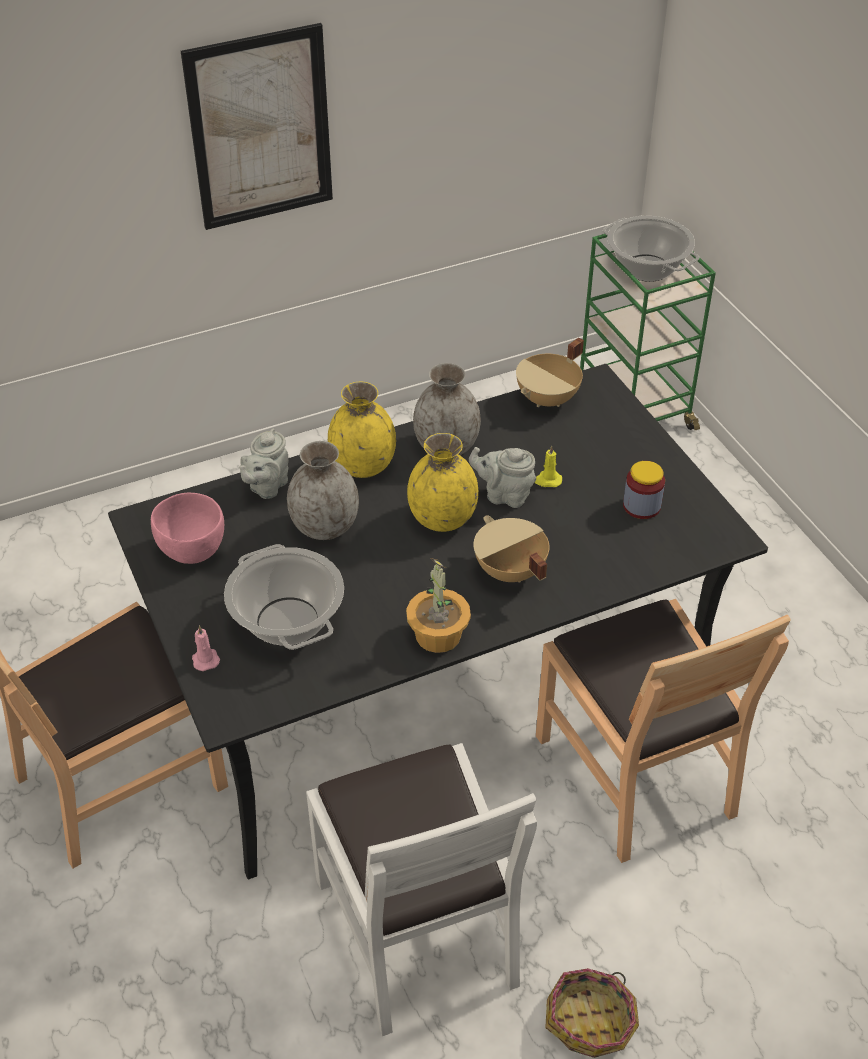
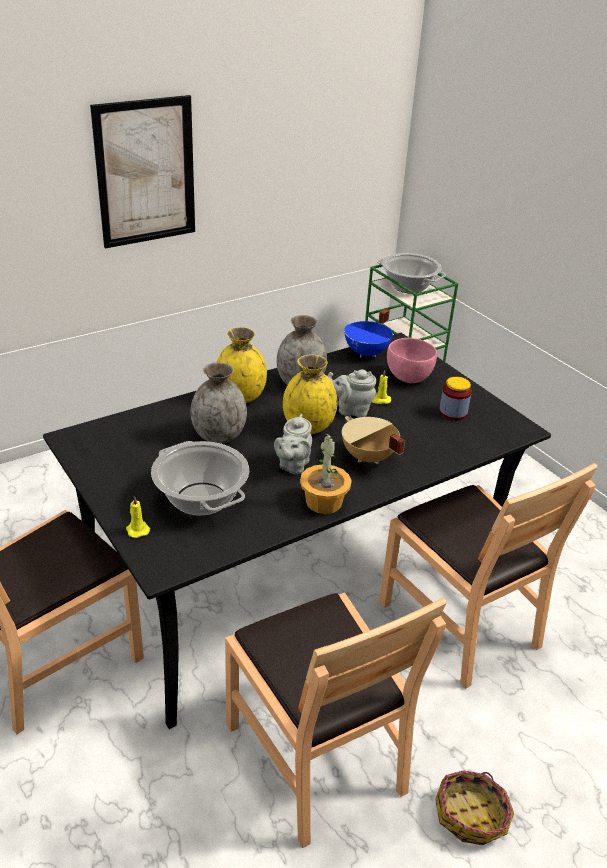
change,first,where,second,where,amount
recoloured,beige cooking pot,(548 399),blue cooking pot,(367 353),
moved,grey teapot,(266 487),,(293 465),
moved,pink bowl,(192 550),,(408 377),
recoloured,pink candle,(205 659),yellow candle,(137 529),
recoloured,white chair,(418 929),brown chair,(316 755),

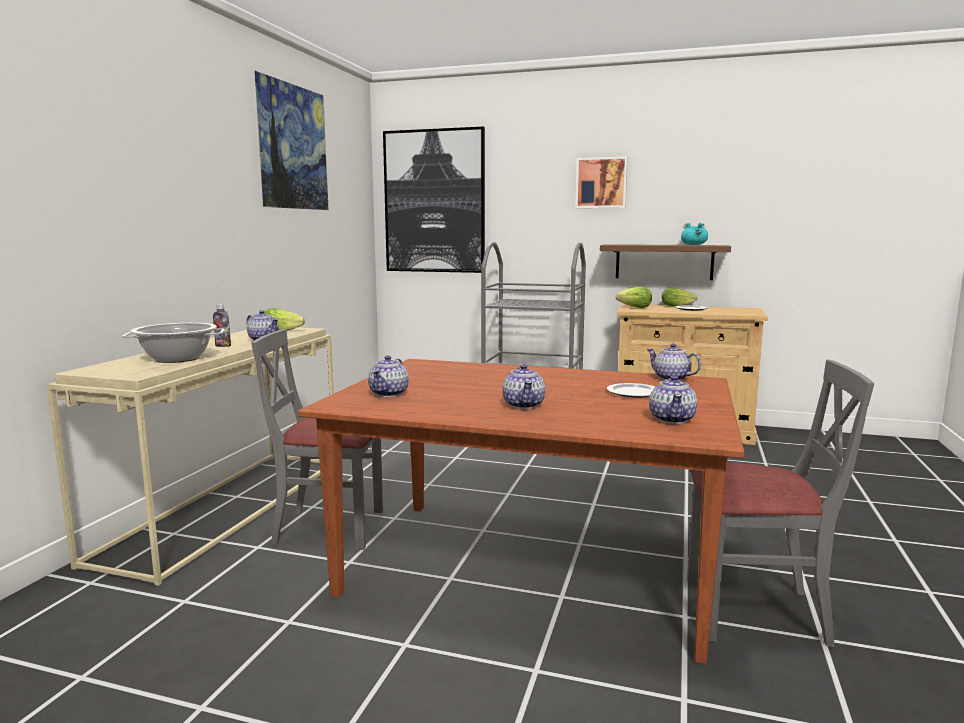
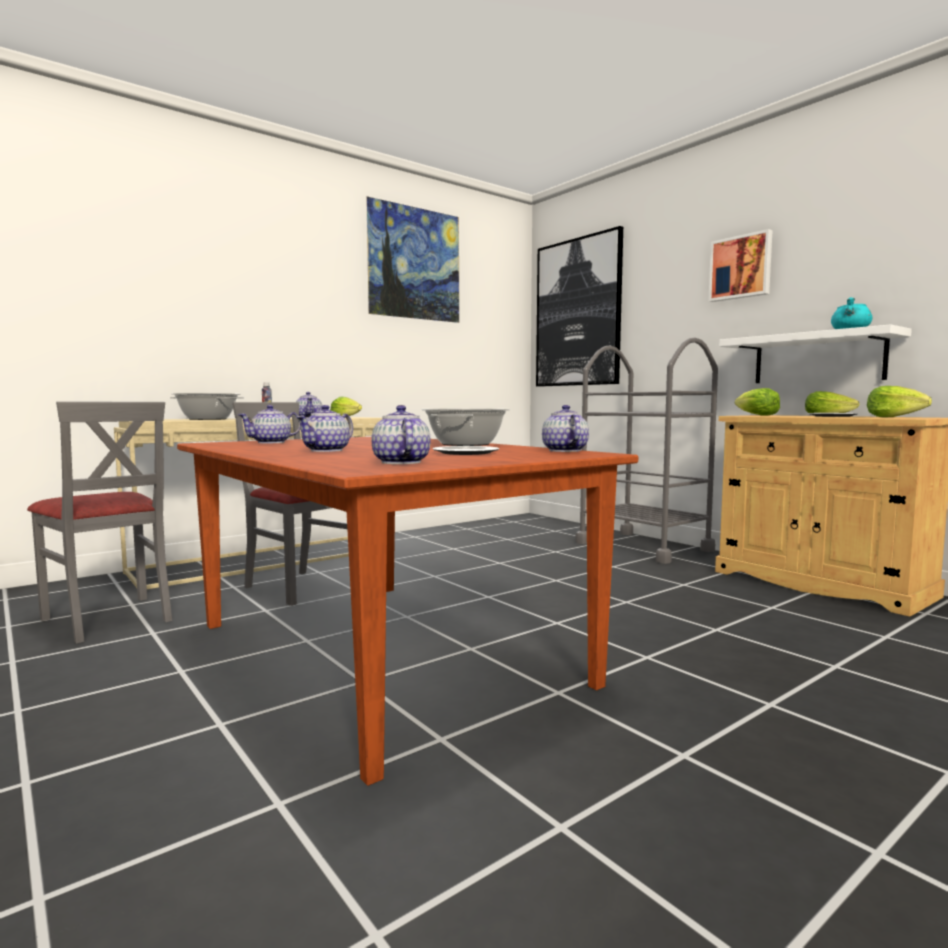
change,first,where,second,where,amount
recoloured,brown shelf,(664 262),white shelf,(817 358),
moved,grey chair,(754 612),,(109 618),
turned,teapot,(672 419),,(400 462),120 degrees clockwise
added,,,lettuce,(894 417),
added,,,cooking pot,(465 444),

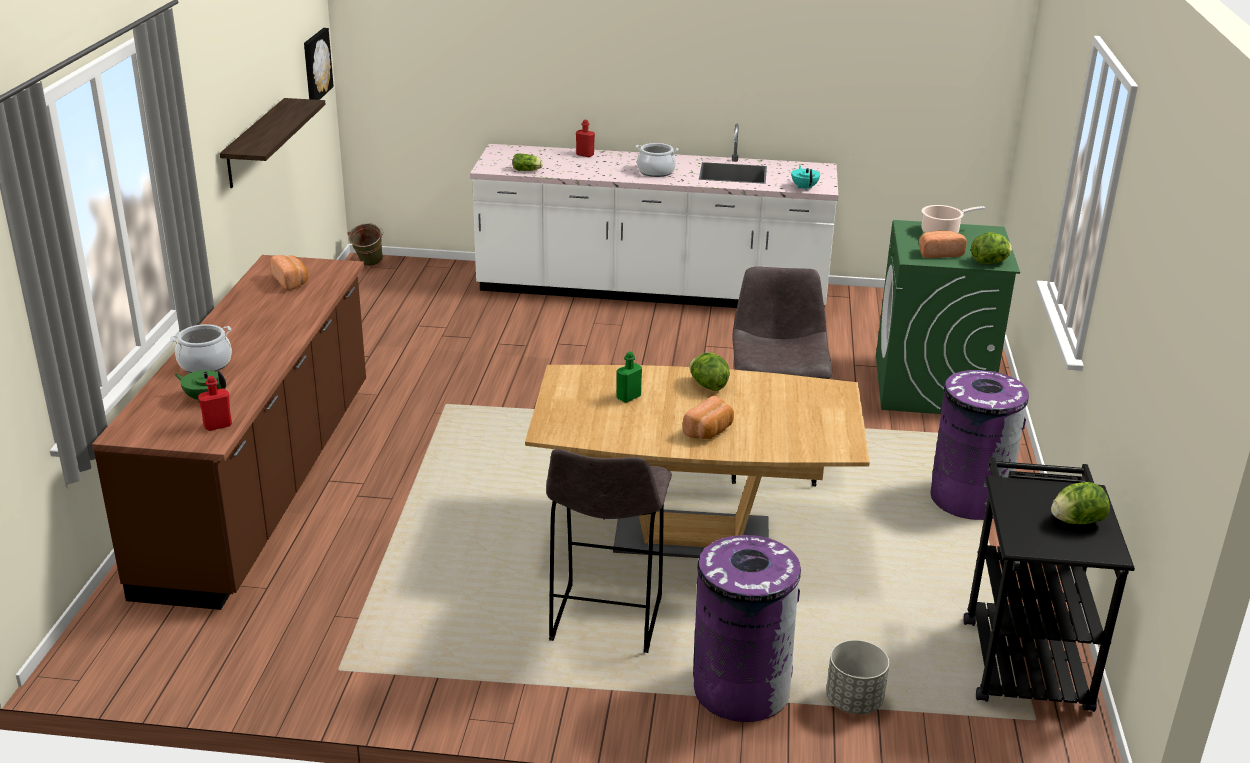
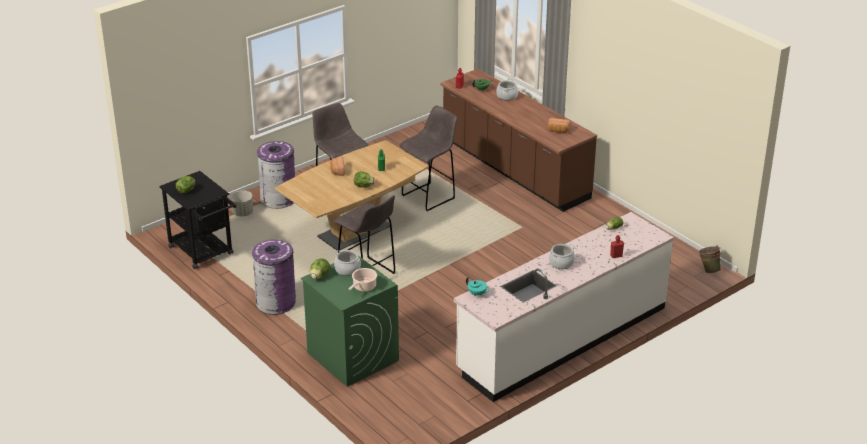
change,first,where,second,where,amount
removed,picture,(315 65),,,
removed,shelf,(255 143),,,
replaced,bread,(939 253),cooking pot,(347 270),
added,,,grey stool,(429 196),

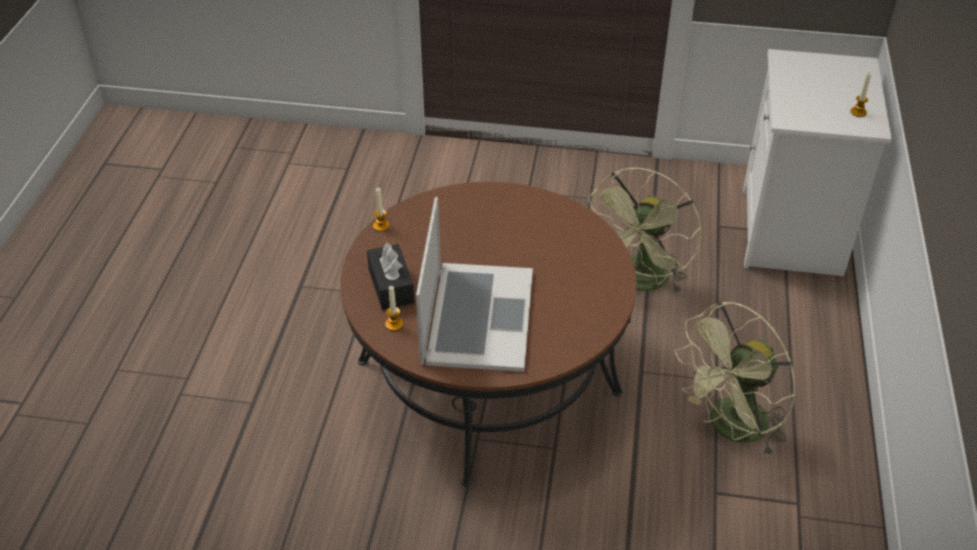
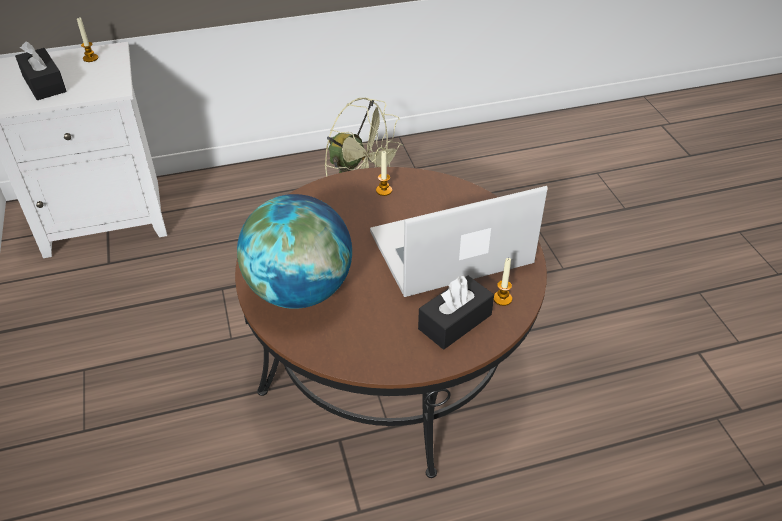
change,first,where,second,where,amount
removed,green fan,(640 283),,,
moved,candle,(381 226),,(384 190),
added,,,black tissue box,(44 84),
added,,,globe,(300 291),

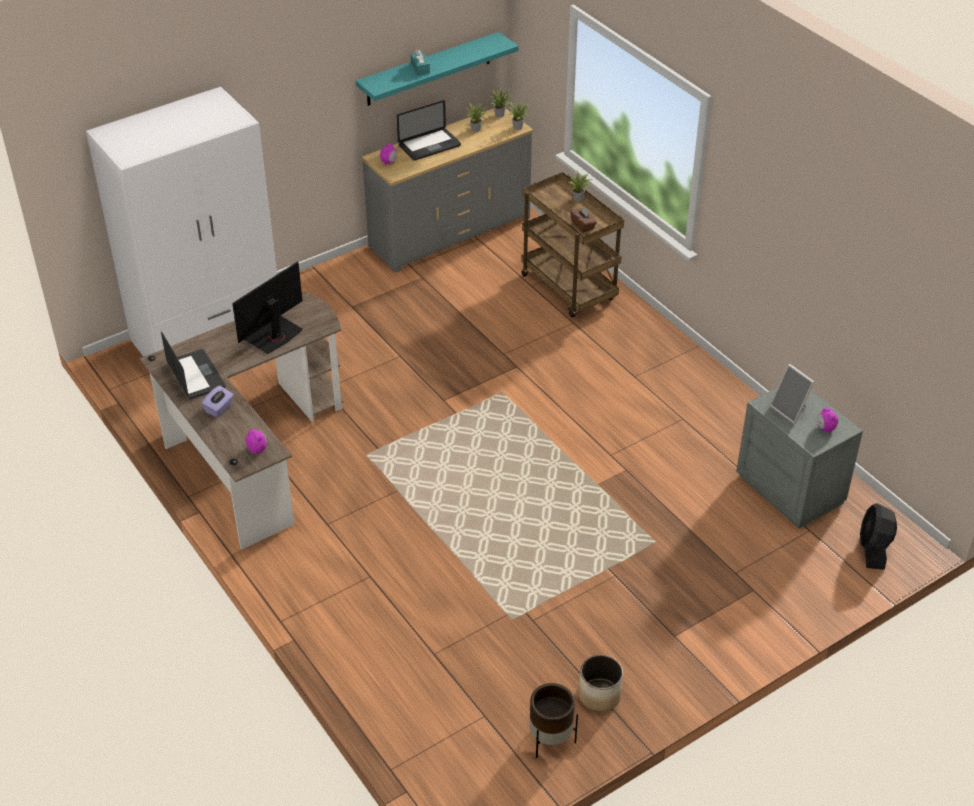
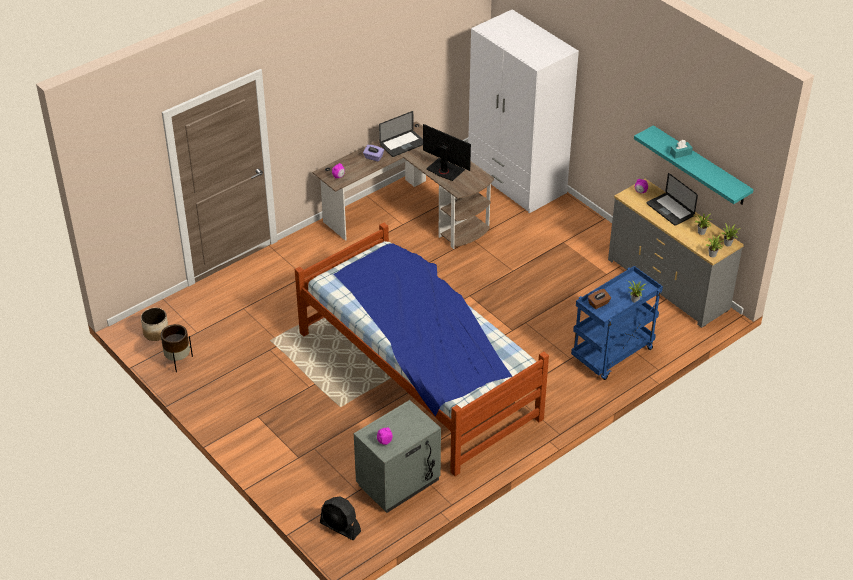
change,first,where,second,where,amount
recoloured,brown cart,(570 289),blue cart,(612 355),
removed,picture frame,(790 410),,,
turned,black fan,(873 549),,(340 527),150 degrees counterclockwise
moved,planter,(599 695),,(156 333),
added,,,bed,(419 374),

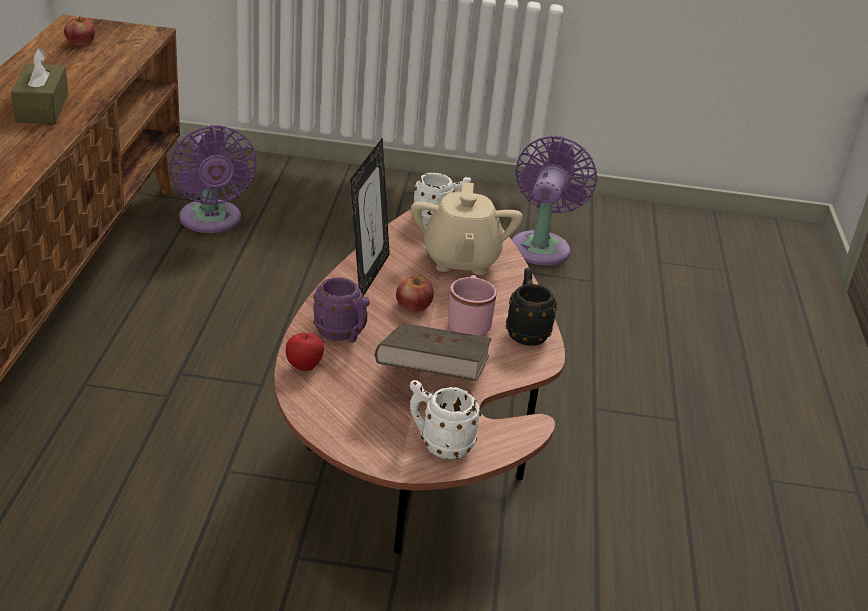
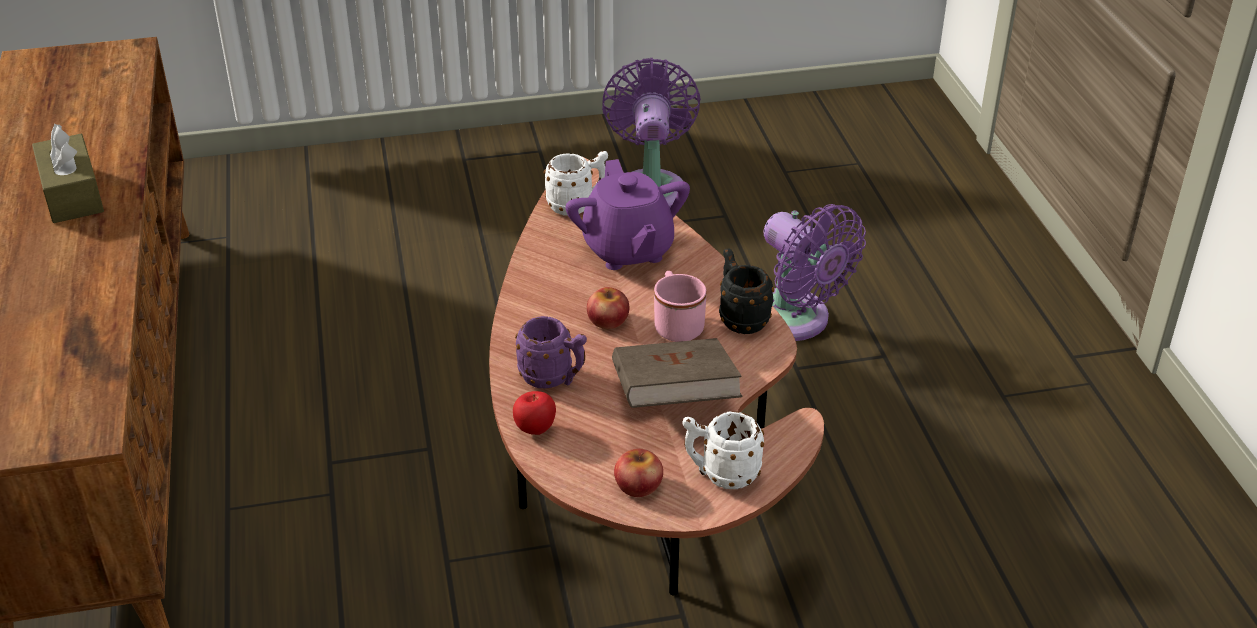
change,first,where,second,where,amount
moved,apple,(80 42),,(638 485),
moved,purple fan,(211 221),,(795 321),
removed,picture frame,(367 275),,,
recoloured,beige teapot,(460 260),purple teapot,(628 250),

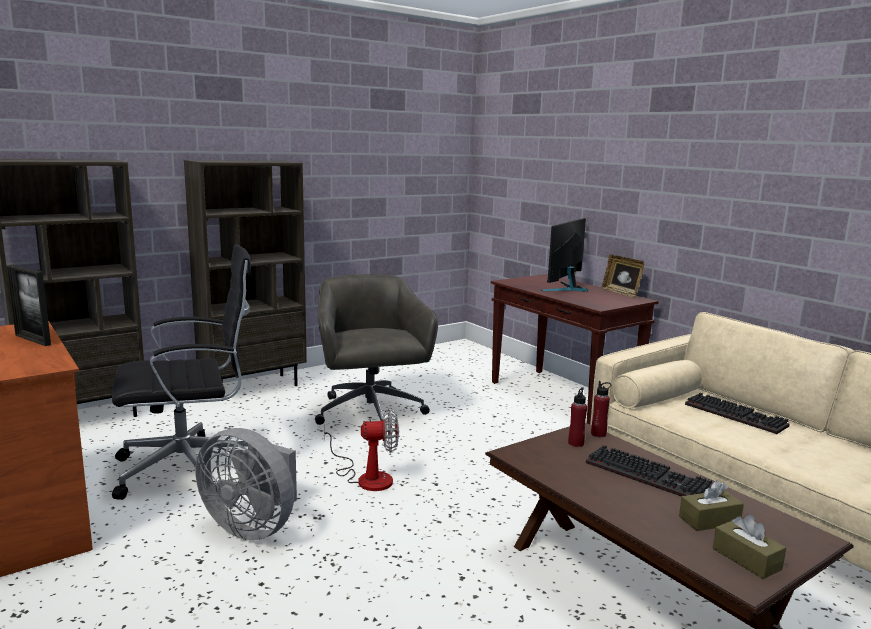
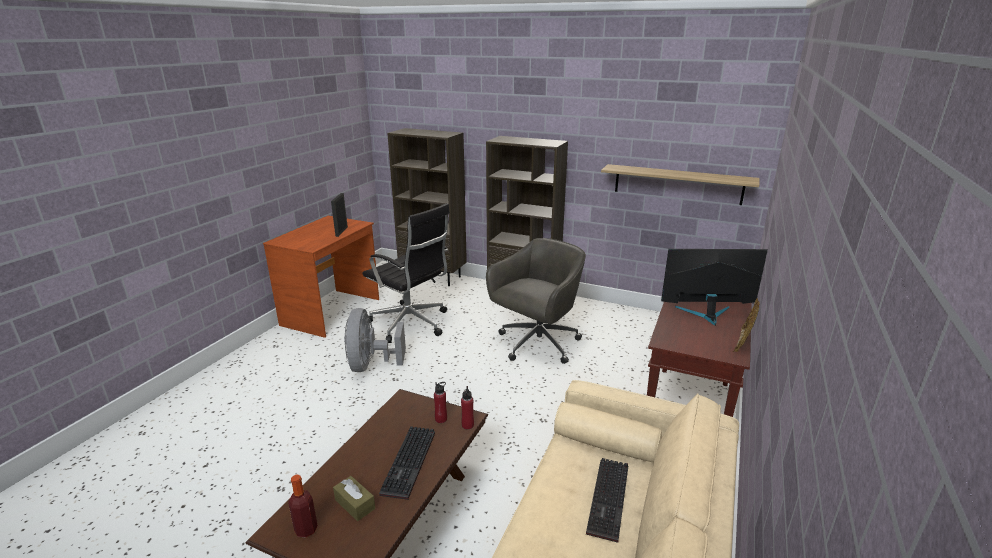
change,first,where,second,where,amount
removed,fan,(366 477),,,
replaced,brown tissue box,(746 559),bottle,(306 529),
added,,,shelf,(677 184),

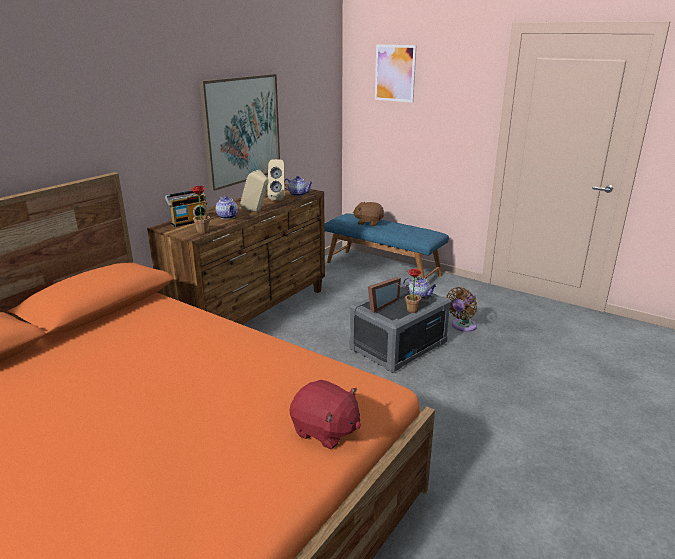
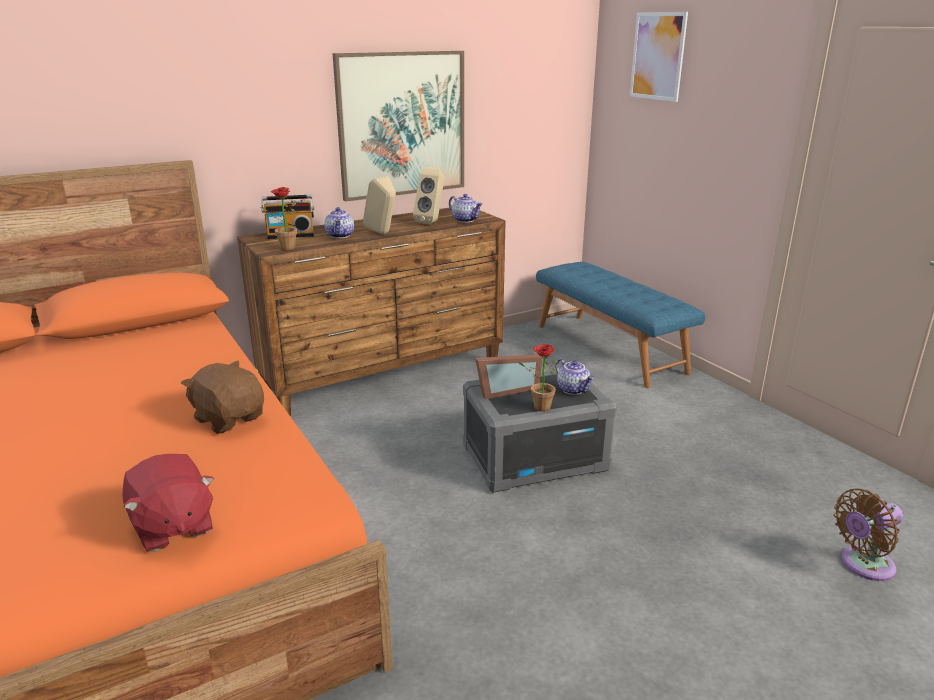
change,first,where,second,where,amount
moved,brown plush toy,(368 222),,(229 418),
moved,brown fan,(462 326),,(863 565),

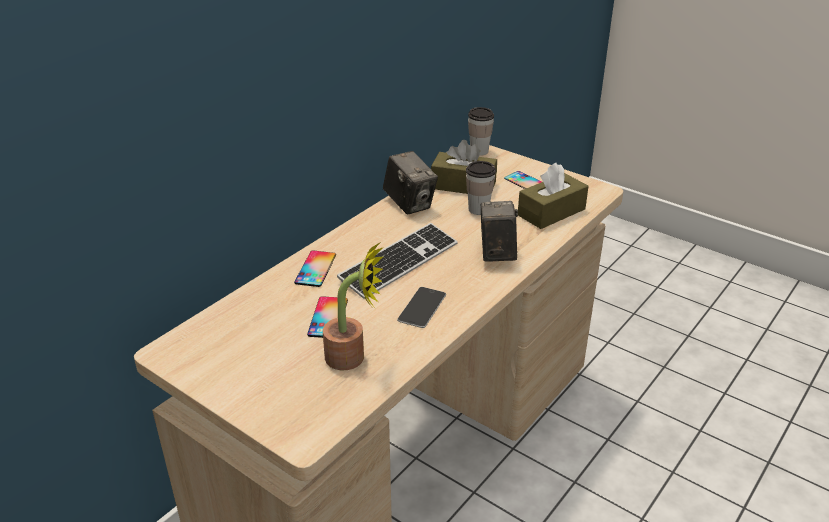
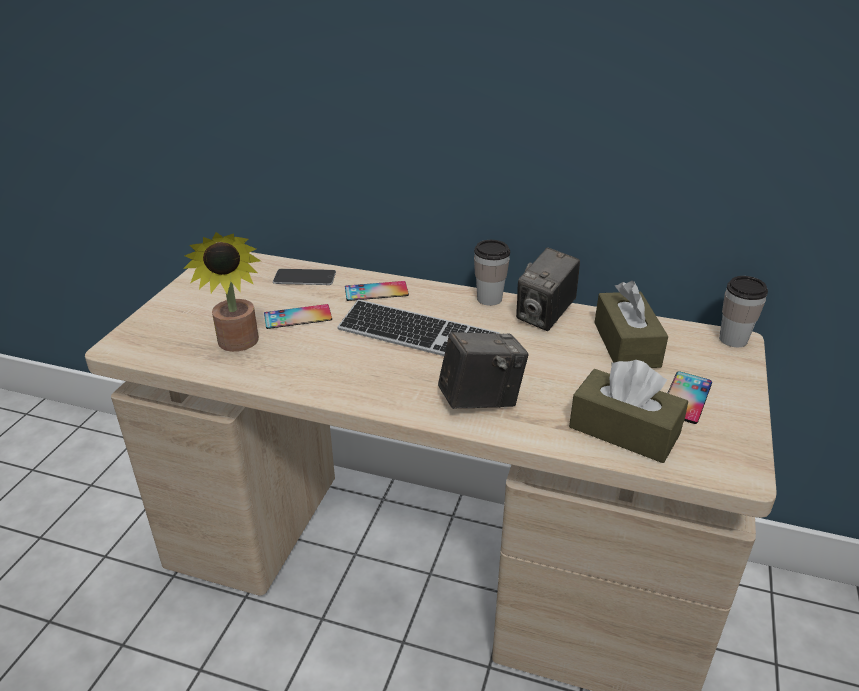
change,first,where,second,where,amount
moved,cup,(478 209),,(489 299),
moved,phone,(422 307),,(304 277),

